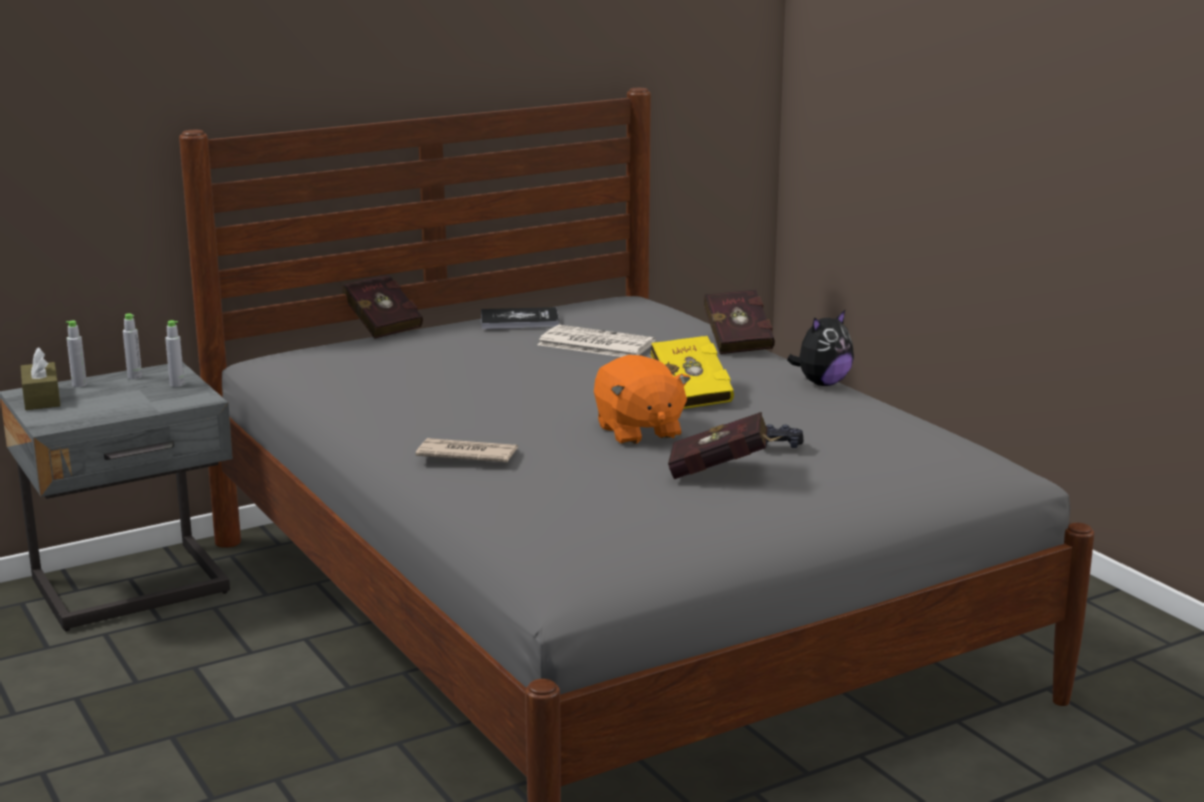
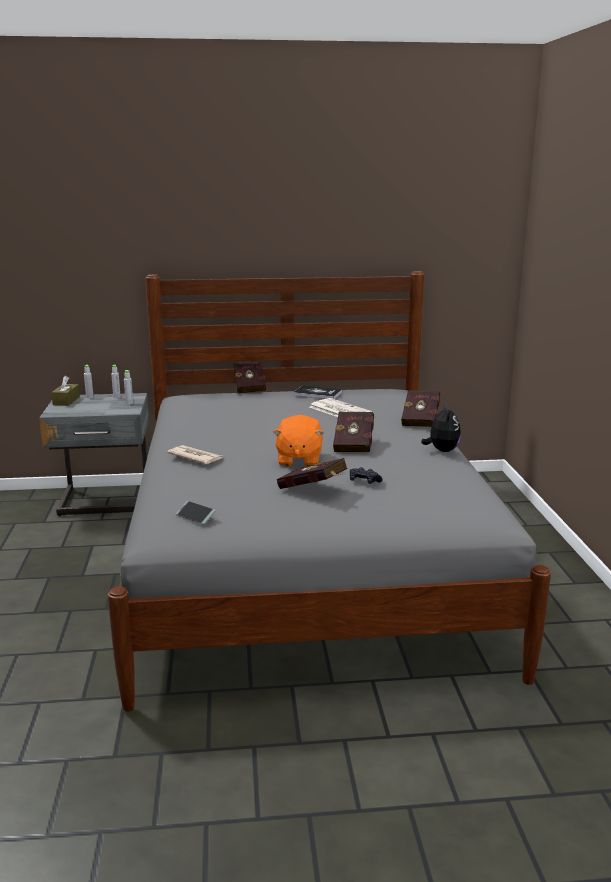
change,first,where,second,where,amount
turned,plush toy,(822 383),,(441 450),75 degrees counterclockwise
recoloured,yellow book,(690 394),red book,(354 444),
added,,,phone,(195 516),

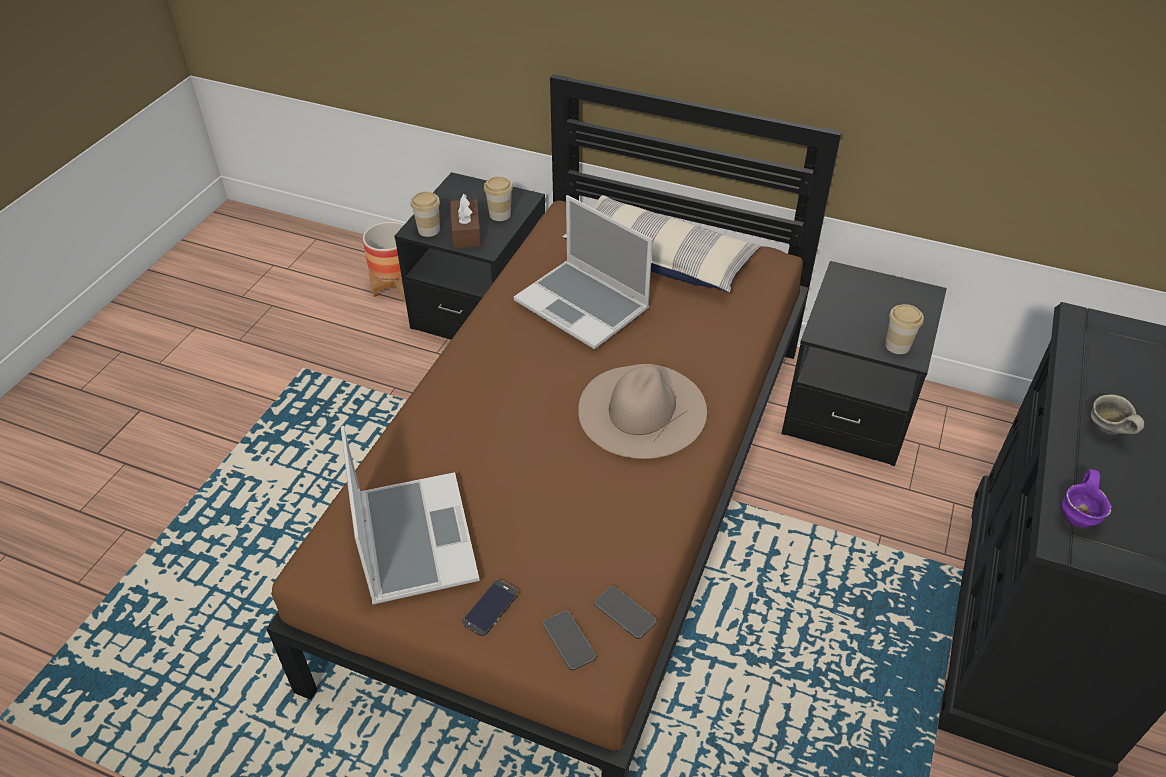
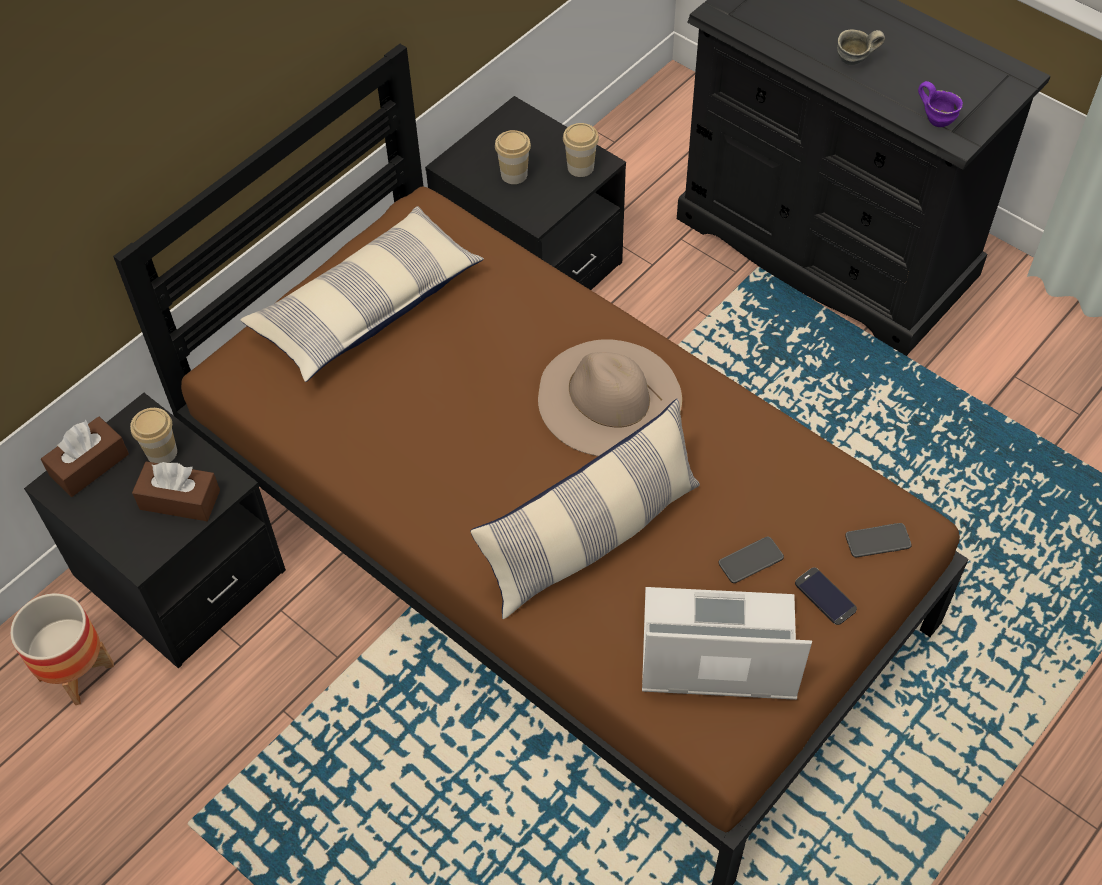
change,first,where,second,where,amount
moved,cup,(429 230),,(514 174),
removed,laptop,(584 306),,,
moved,phone,(625 613),,(750 560),
added,,,pillow,(592 538),
added,,,brown tissue box,(89 465),

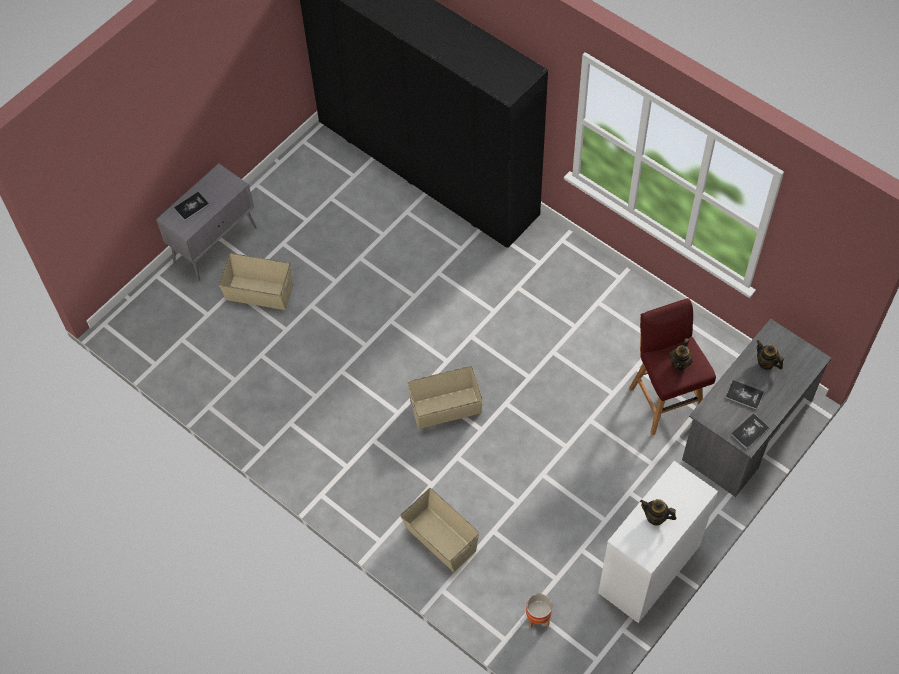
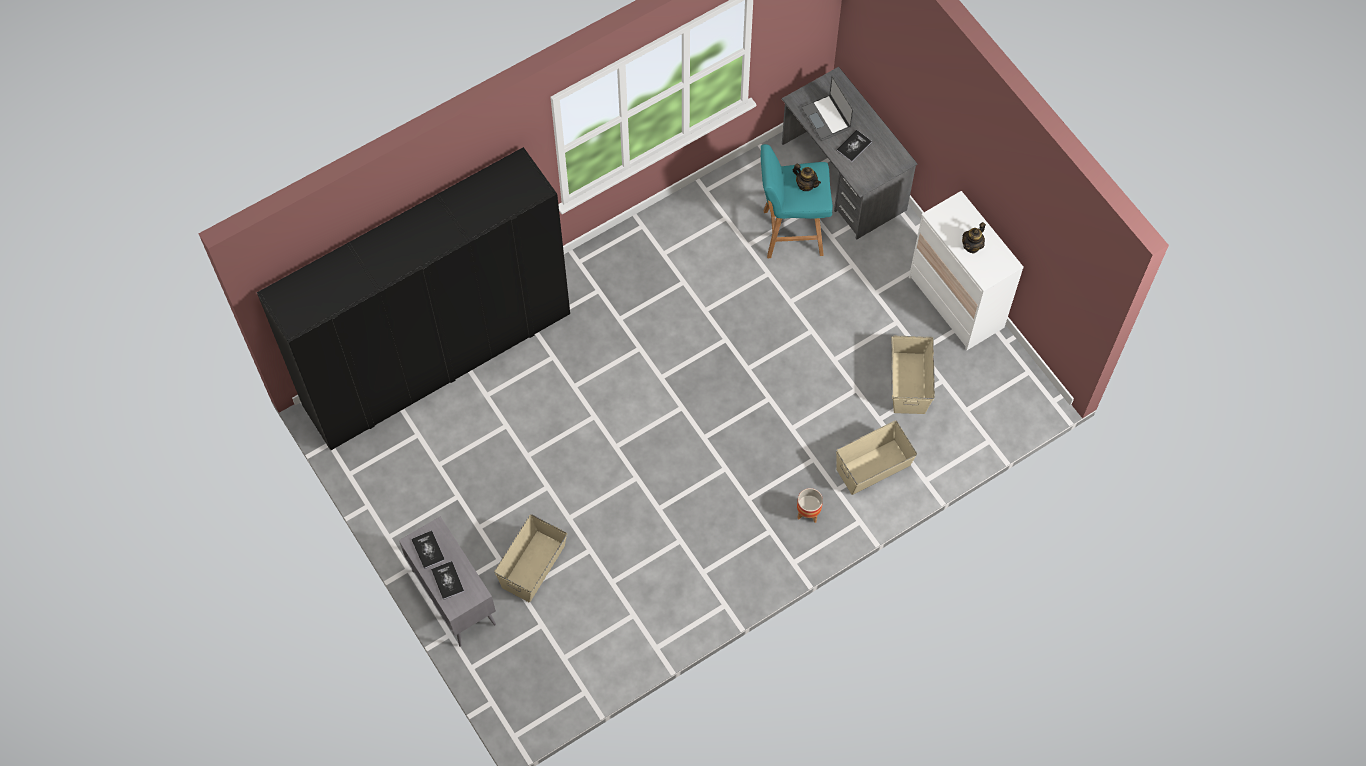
change,first,where,second,where,amount
recoloured,red stool,(665 400),turquoise stool,(791 232),
replaced,teapot,(766 363),laptop,(827 118),
moved,beige storage box,(446 408),,(909 382),
moved,book,(749 431),,(428 550),
moved,planter,(538 617),,(808 512),

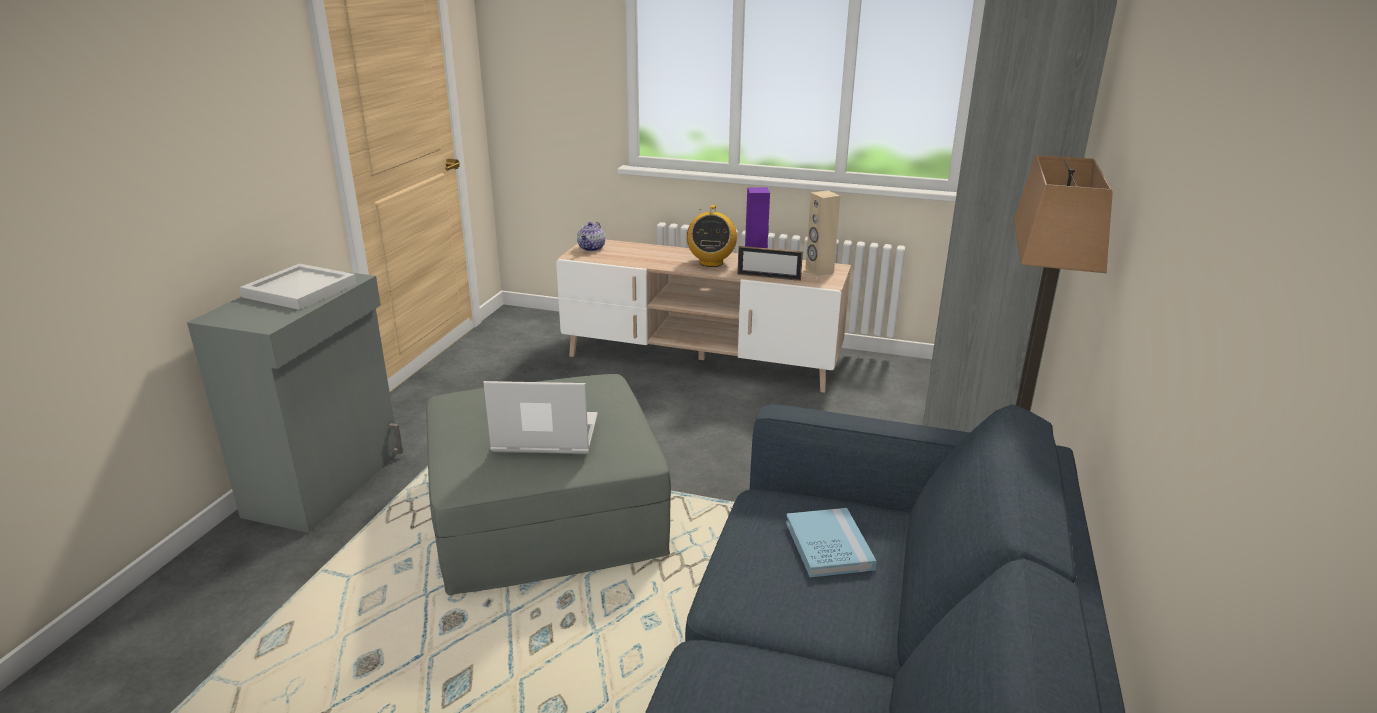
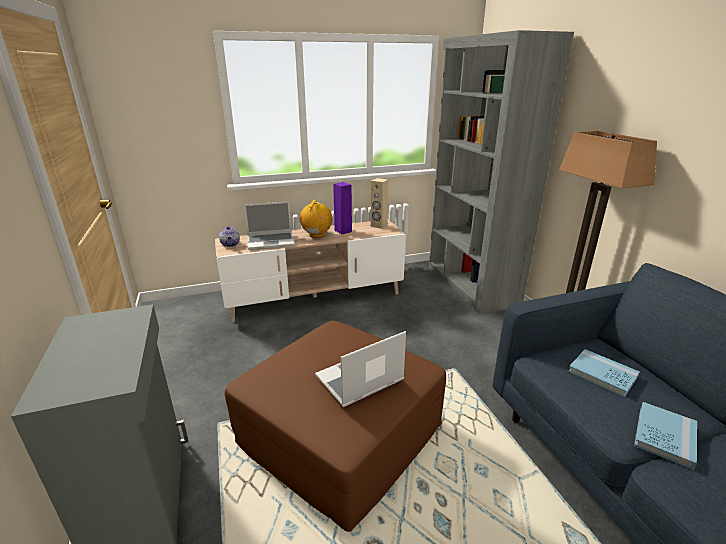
change,first,where,second,where,amount
turned,radio,(711 262),,(317 235),135 degrees counterclockwise
removed,picture frame,(768 277),,,
removed,white tray,(302 290),,,
recoloured,grey ottoman,(548 513),brown ottoman,(341 432),
added,,,laptop,(271 241),
added,,,blue book,(664 436),

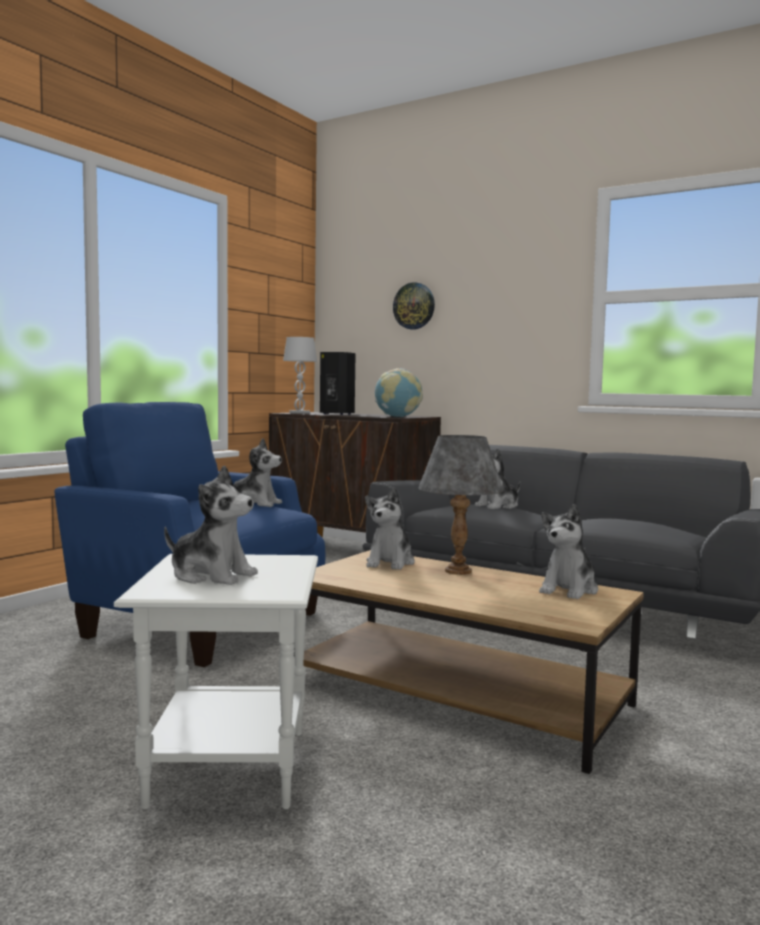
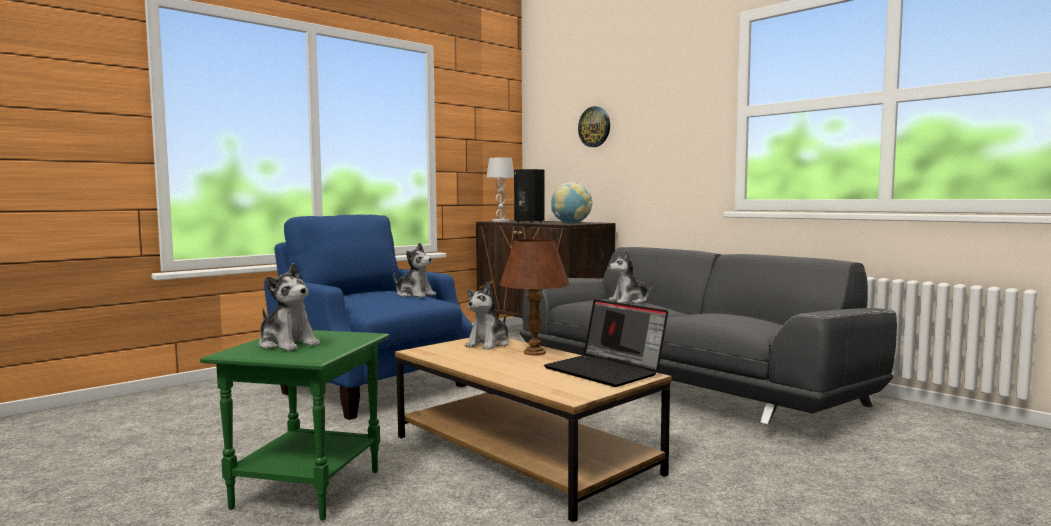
change,first,where,second,where,amount
recoloured,grey table lamp,(457 571),brown table lamp,(534 352),
replaced,plush toy,(569 590),laptop,(606 371),
recoloured,white side table,(229 766),green side table,(308 488),

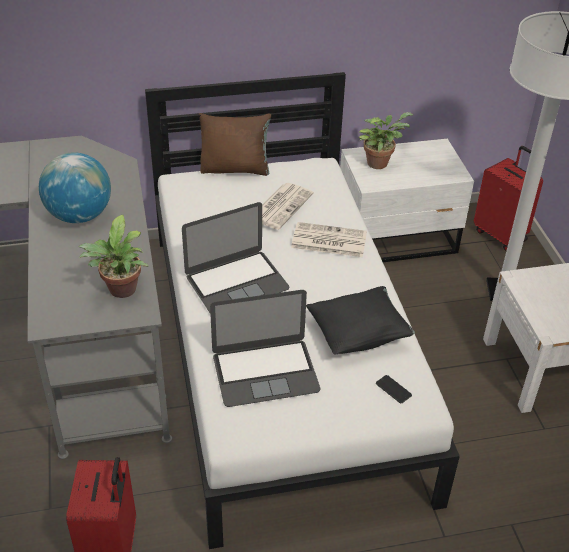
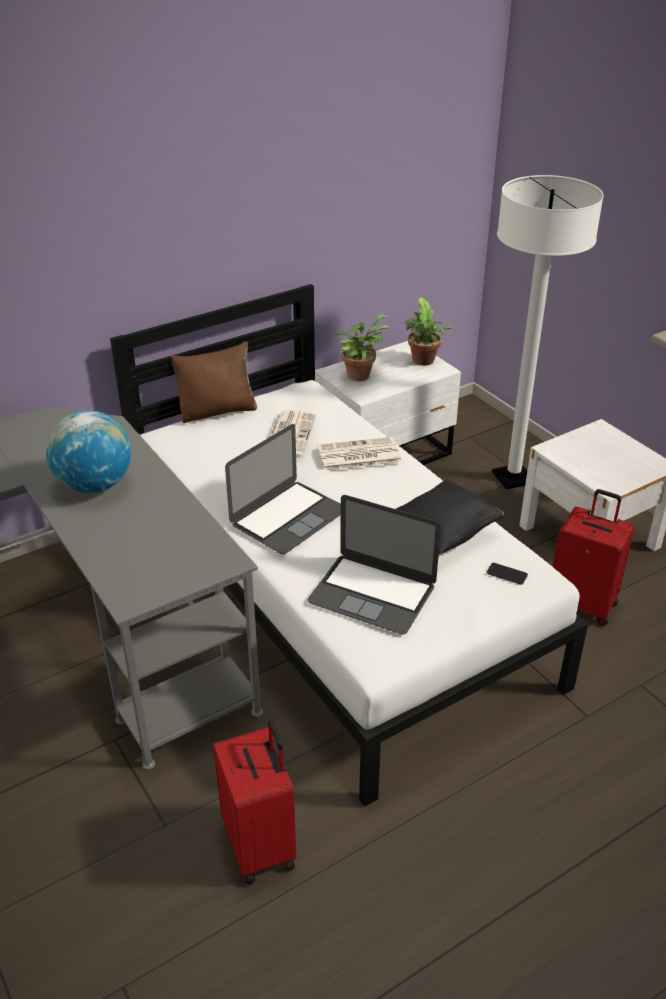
change,first,where,second,where,amount
moved,red suitcase,(501 235),,(583 603),
moved,potted plant,(121 291),,(423 362),
turned,laptop,(265 372),,(372 593),60 degrees clockwise

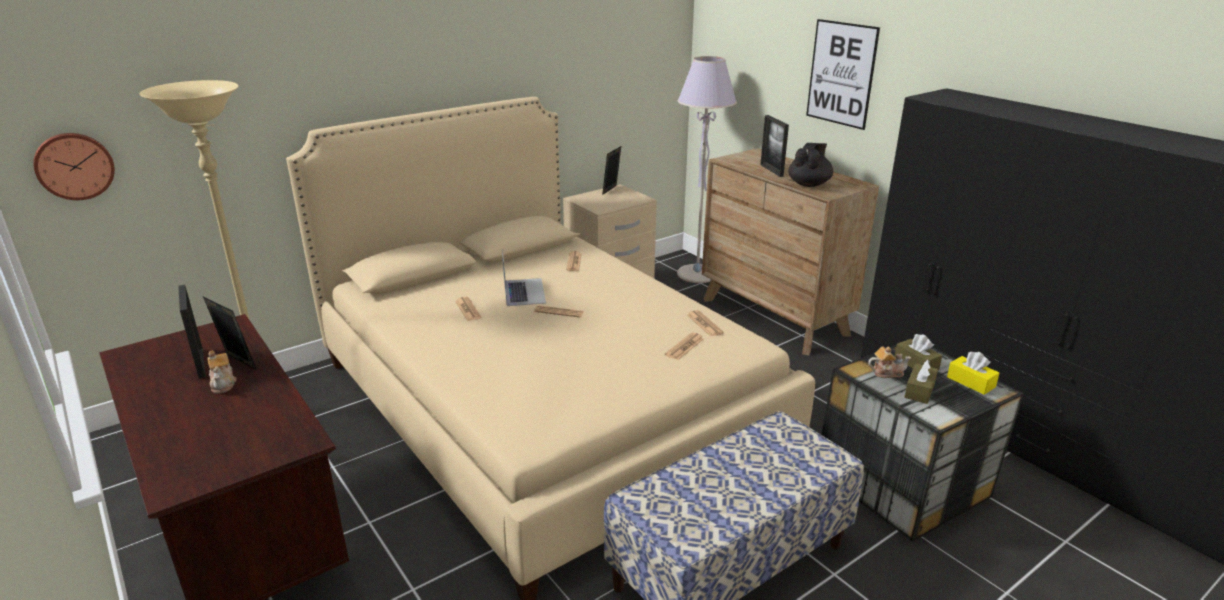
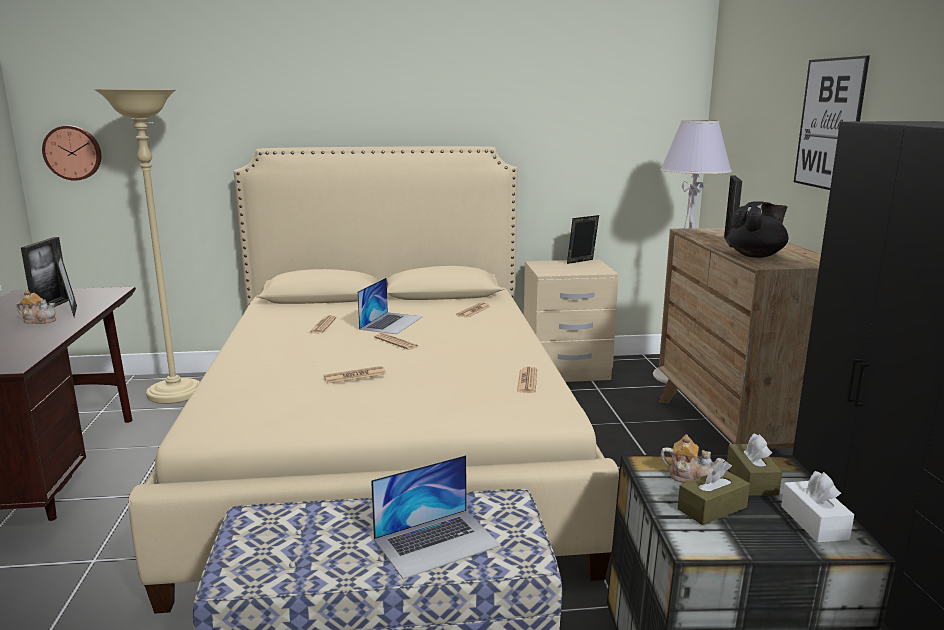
change,first,where,second,where,amount
moved,newspaper,(684 347),,(355 376),
turned,teapot,(223 384),,(39 320),90 degrees counterclockwise
recoloured,yellow tissue box,(970 382),white tissue box,(814 522),
added,,,laptop,(437 542),

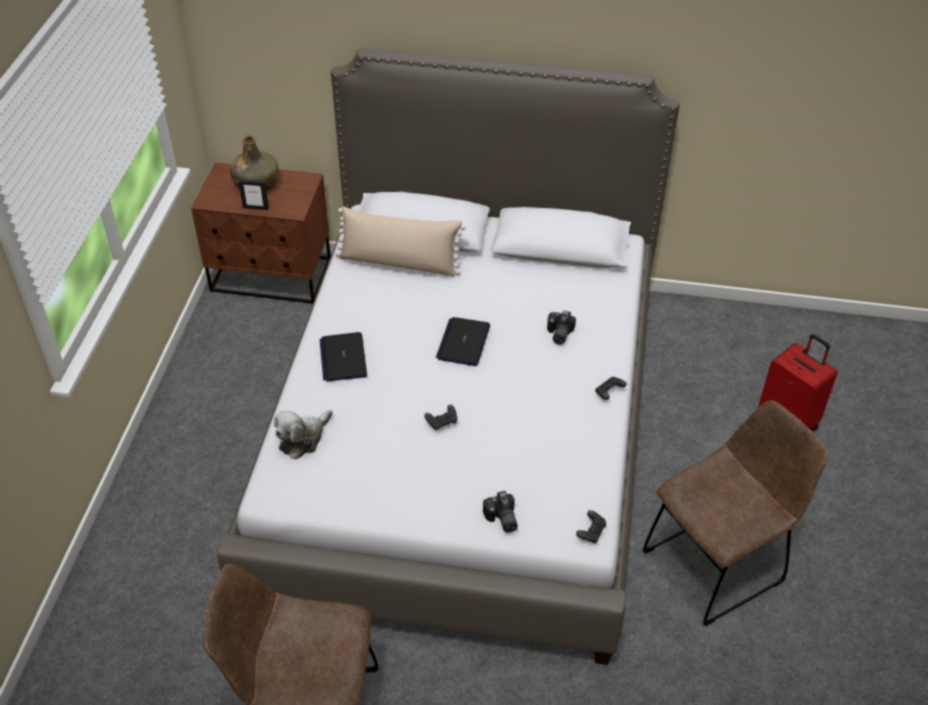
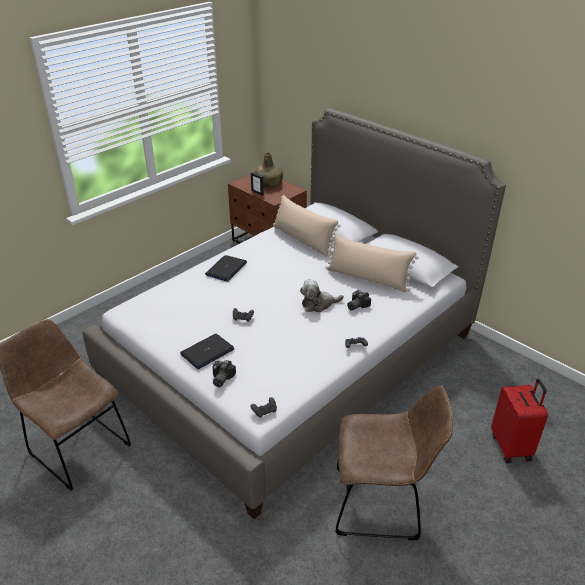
change,first,where,second,where,amount
moved,laptop,(463 342),,(207 352),
moved,plush toy,(303 438),,(318 304),
added,,,beige pillow,(368 278),

